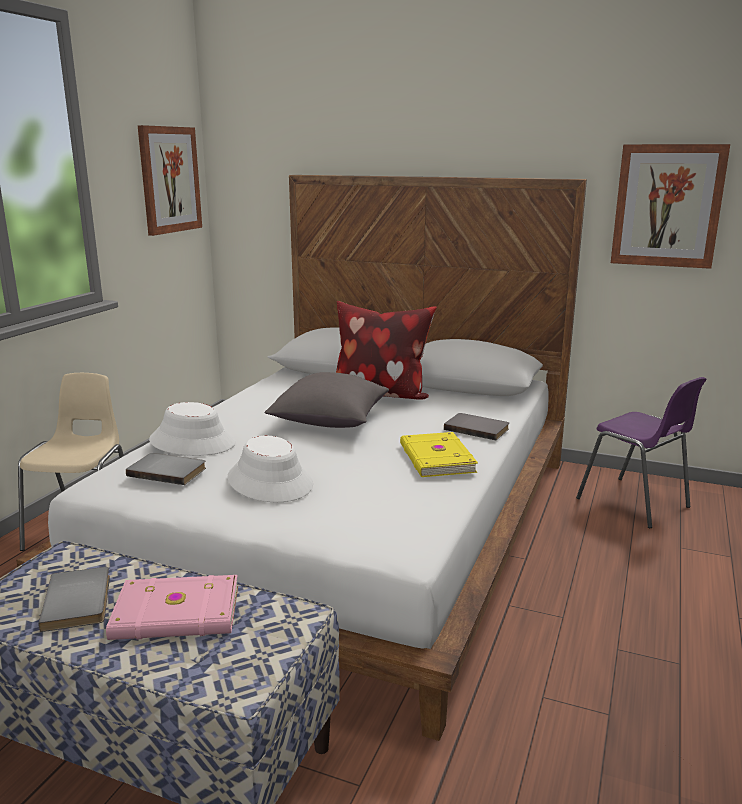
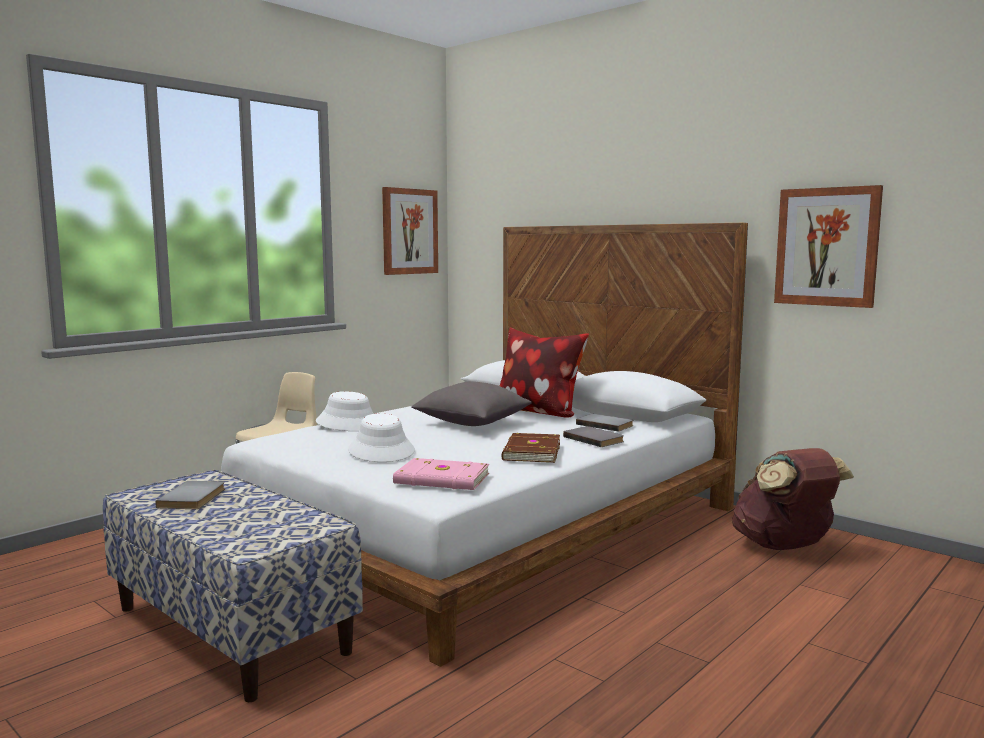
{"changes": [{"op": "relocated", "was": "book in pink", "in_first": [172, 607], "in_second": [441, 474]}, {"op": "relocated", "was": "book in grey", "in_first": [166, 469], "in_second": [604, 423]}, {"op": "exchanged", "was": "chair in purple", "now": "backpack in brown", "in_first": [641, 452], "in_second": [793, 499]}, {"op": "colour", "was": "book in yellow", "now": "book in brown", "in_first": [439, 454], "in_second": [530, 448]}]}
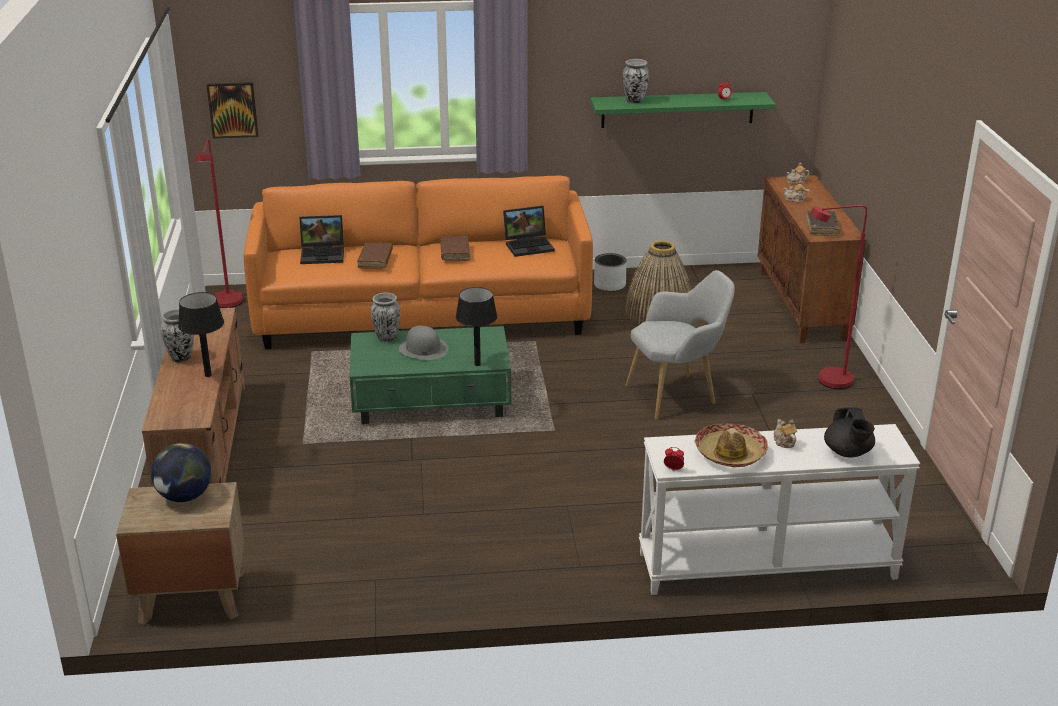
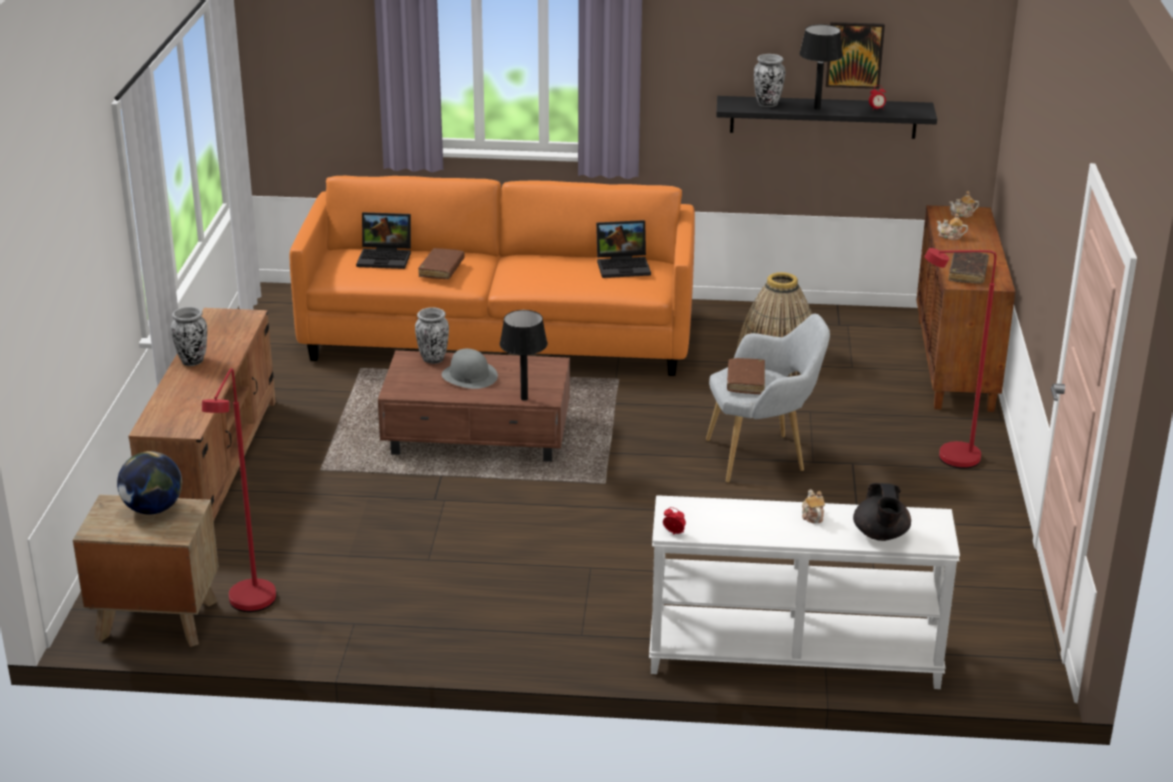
{"changes": [{"op": "missing", "was": "planter in grey", "in_first": [610, 272]}, {"op": "missing", "was": "hat", "in_first": [731, 445]}, {"op": "relocated", "was": "table lamp in black", "in_first": [201, 334], "in_second": [821, 67]}, {"op": "relocated", "was": "floor lamp in red", "in_first": [219, 223], "in_second": [239, 490]}, {"op": "relocated", "was": "picture", "in_first": [232, 110], "in_second": [855, 55]}, {"op": "relocated", "was": "book in brown", "in_first": [455, 248], "in_second": [746, 376]}, {"op": "colour", "was": "coffee table in green", "now": "coffee table in brown", "in_first": [430, 375], "in_second": [474, 406]}, {"op": "colour", "was": "shelf in green", "now": "shelf in black", "in_first": [683, 110], "in_second": [826, 117]}]}
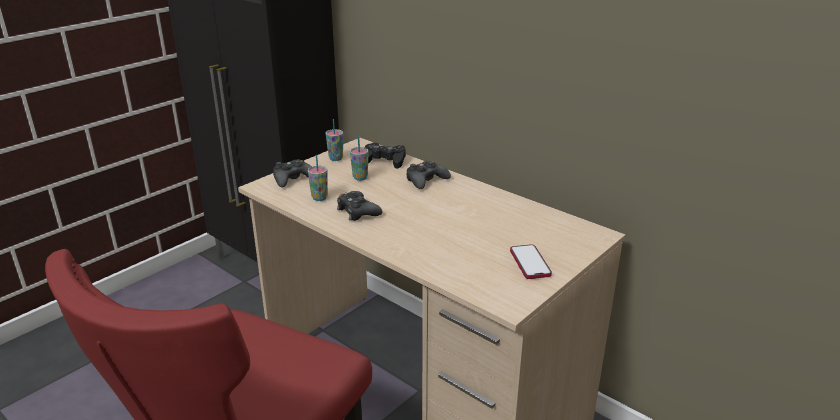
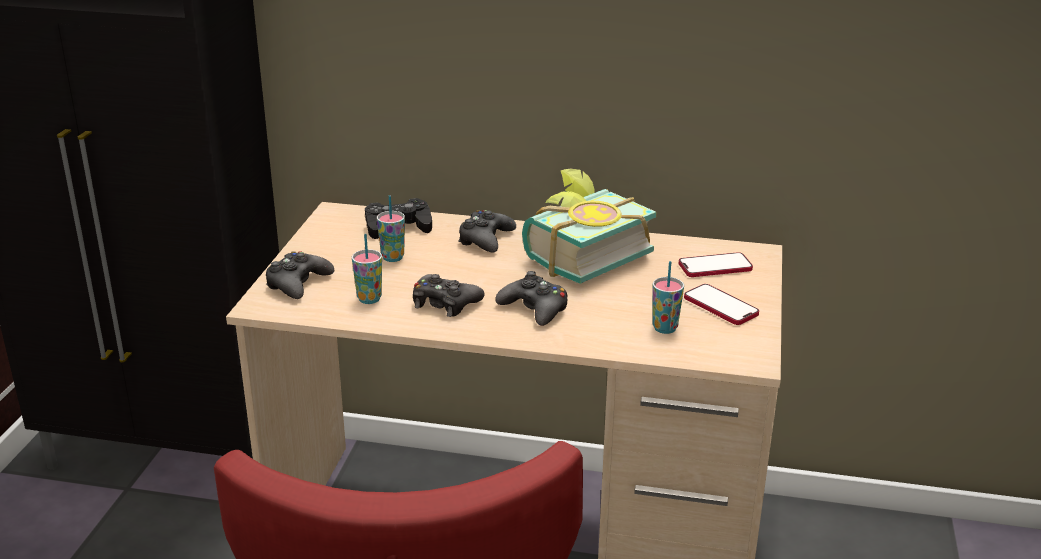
{"changes": [{"op": "appeared", "now": "game controller in black", "in_second": [531, 298]}, {"op": "appeared", "now": "book", "in_second": [589, 226]}, {"op": "appeared", "now": "phone", "in_second": [716, 264]}, {"op": "relocated", "was": "cup", "in_first": [334, 140], "in_second": [668, 297]}]}
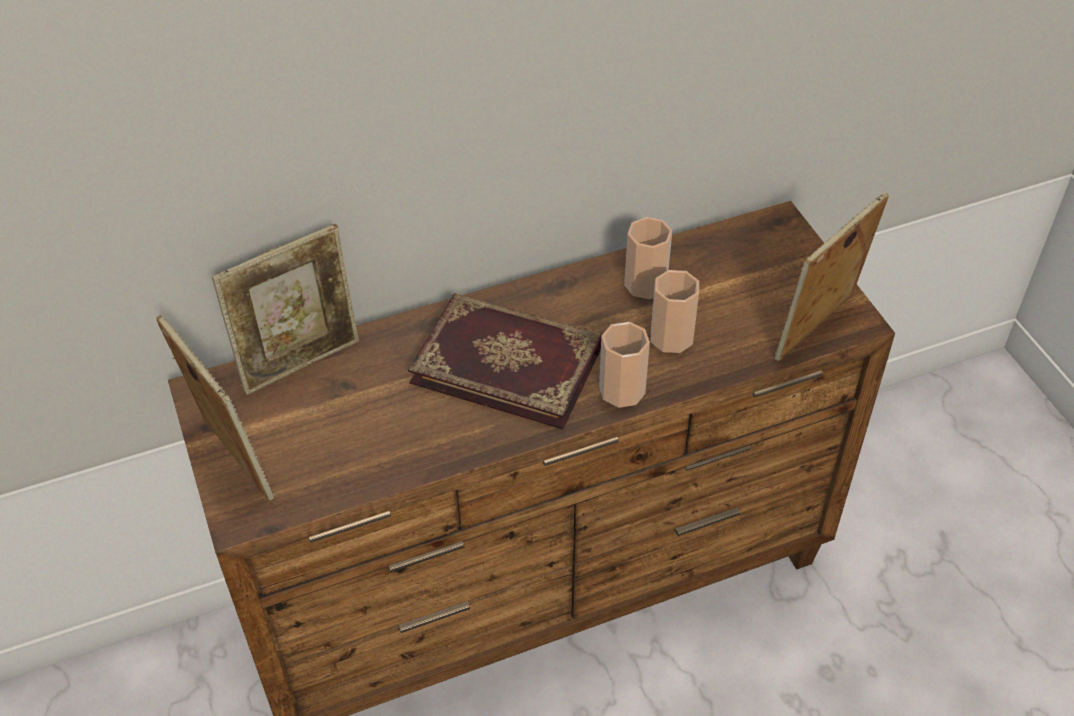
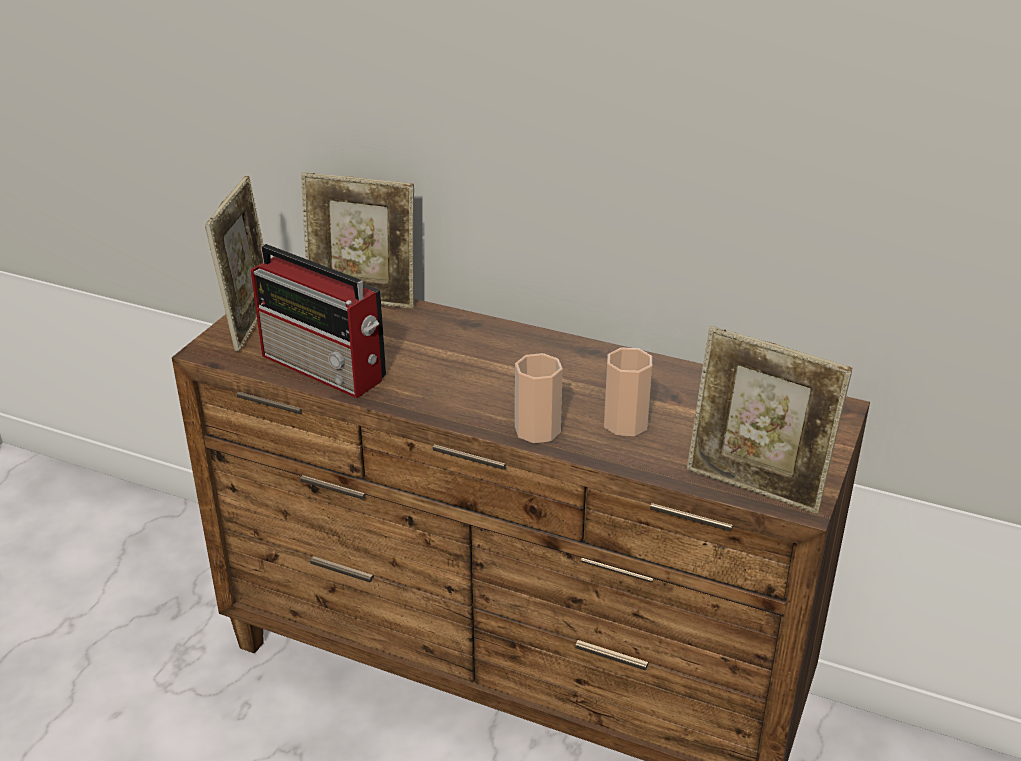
{"changes": [{"op": "missing", "was": "book", "in_first": [505, 361]}, {"op": "missing", "was": "cup", "in_first": [648, 258]}, {"op": "appeared", "now": "radio", "in_second": [318, 321]}, {"op": "spun", "was": "picture frame", "in_first": [832, 276], "in_second": [769, 420], "clockwise": -150}]}
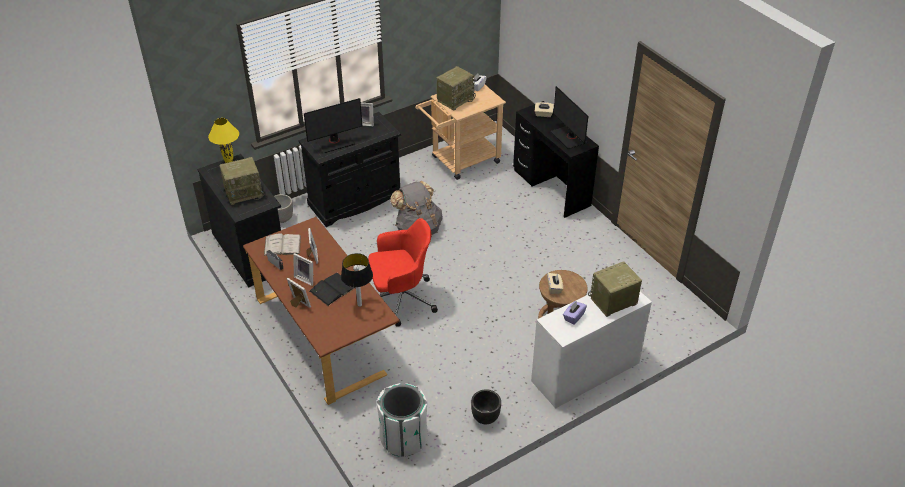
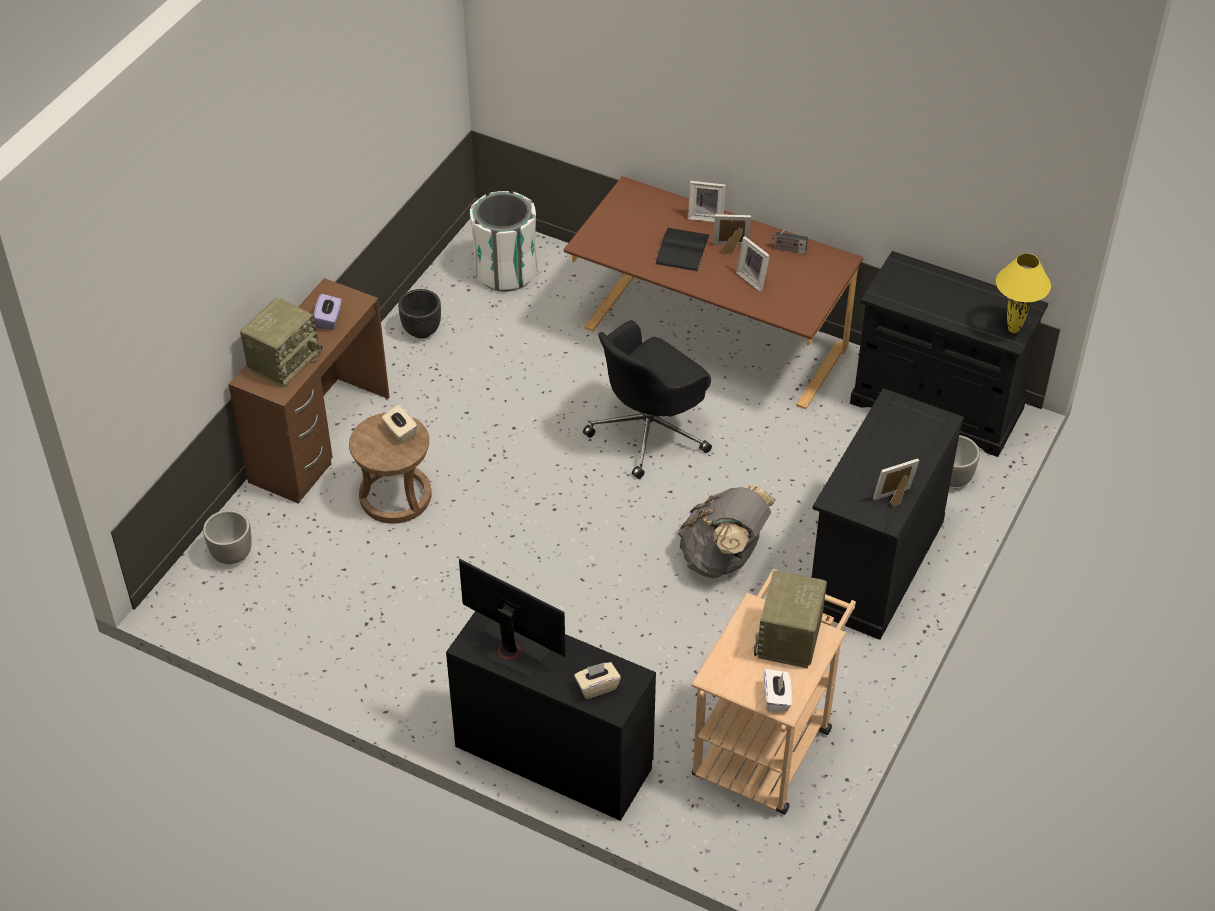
{"changes": [{"op": "missing", "was": "radio", "in_first": [241, 181]}, {"op": "missing", "was": "book in white", "in_first": [282, 244]}, {"op": "missing", "was": "monitor", "in_first": [333, 125]}, {"op": "missing", "was": "table lamp", "in_first": [357, 280]}, {"op": "appeared", "now": "planter", "in_second": [227, 537]}, {"op": "colour", "was": "office chair in red", "now": "office chair in black", "in_first": [403, 272], "in_second": [647, 399]}, {"op": "colour", "was": "desk in white", "now": "desk in brown", "in_first": [591, 350], "in_second": [309, 391]}]}
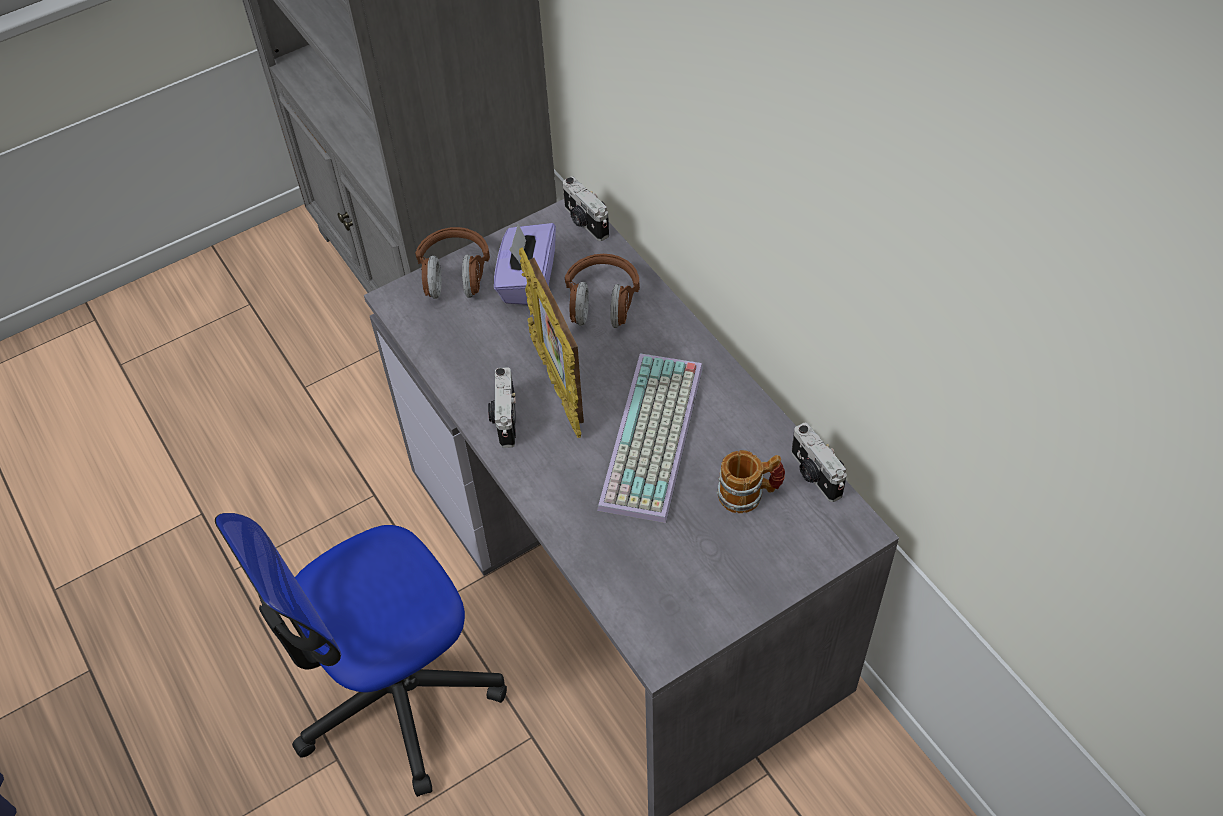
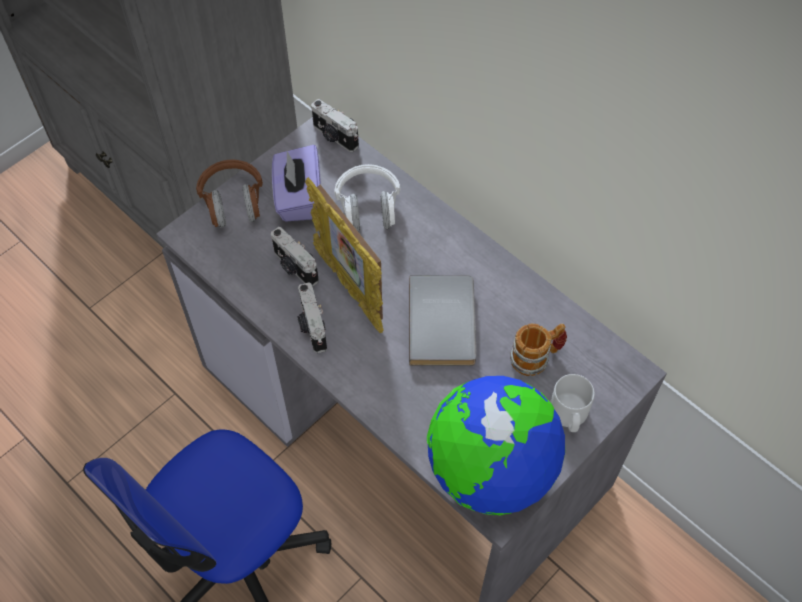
{"changes": [{"op": "appeared", "now": "globe", "in_second": [496, 446]}, {"op": "appeared", "now": "mug in grey", "in_second": [572, 403]}, {"op": "relocated", "was": "photo camera", "in_first": [819, 462], "in_second": [295, 257]}, {"op": "exchanged", "was": "keyboard", "now": "book in grey", "in_first": [650, 438], "in_second": [442, 320]}, {"op": "colour", "was": "headphones in brown", "now": "headphones in white", "in_first": [602, 291], "in_second": [367, 197]}]}
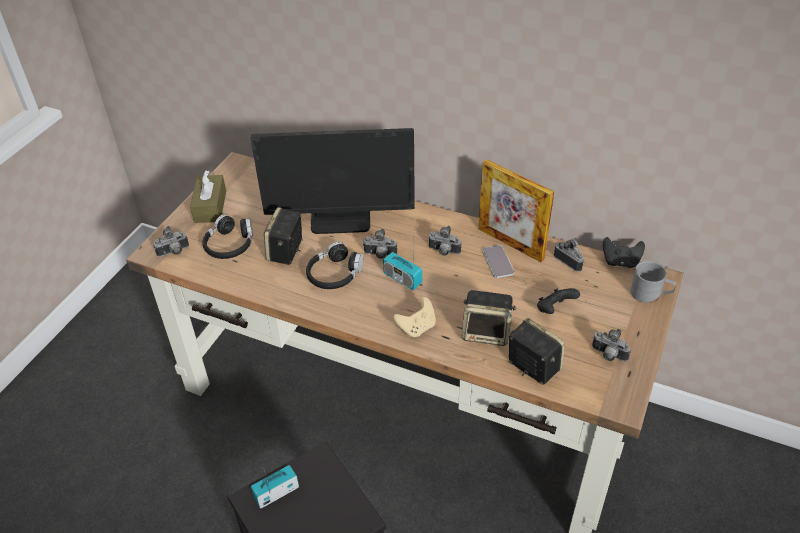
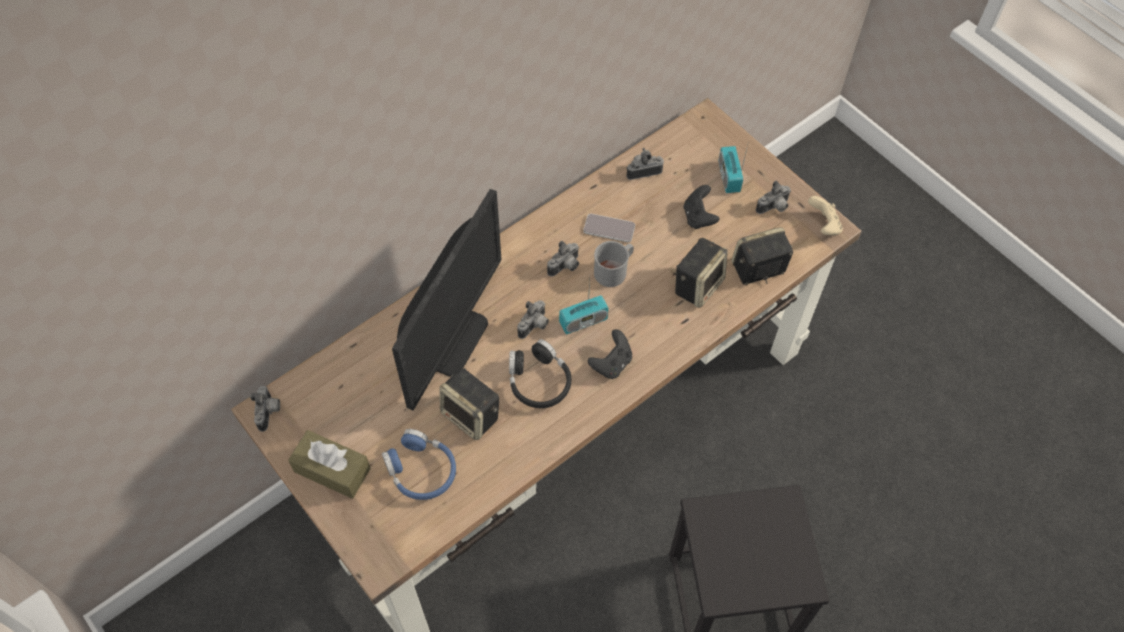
{"changes": [{"op": "missing", "was": "picture frame", "in_first": [516, 210]}, {"op": "relocated", "was": "photo camera", "in_first": [171, 241], "in_second": [265, 409]}, {"op": "relocated", "was": "radio", "in_first": [275, 486], "in_second": [733, 169]}, {"op": "relocated", "was": "game controller in beige", "in_first": [414, 317], "in_second": [825, 215]}, {"op": "relocated", "was": "game controller in black", "in_first": [624, 252], "in_second": [610, 354]}, {"op": "relocated", "was": "mug in grey", "in_first": [653, 282], "in_second": [614, 264]}, {"op": "colour", "was": "headphones in black", "now": "headphones in blue", "in_first": [227, 236], "in_second": [419, 464]}]}
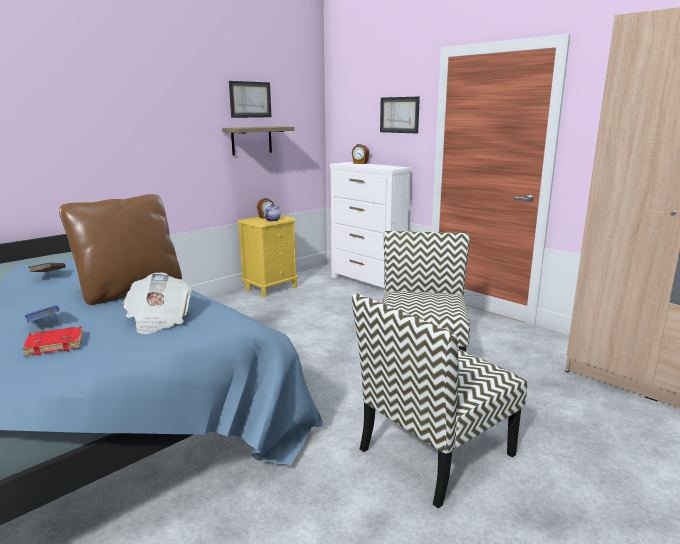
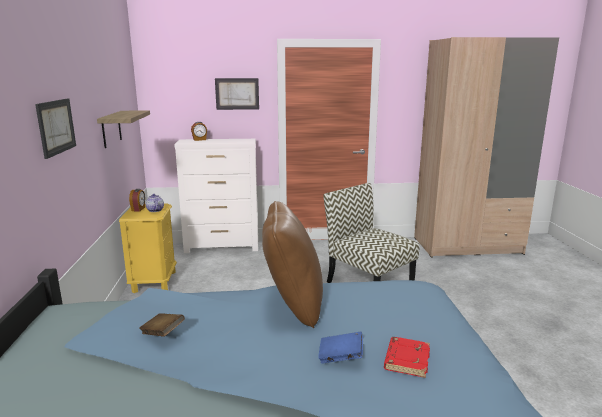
{"changes": [{"op": "missing", "was": "newspaper", "in_first": [157, 303]}, {"op": "missing", "was": "chair", "in_first": [439, 401]}, {"op": "relocated", "was": "picture", "in_first": [250, 99], "in_second": [55, 128]}]}
